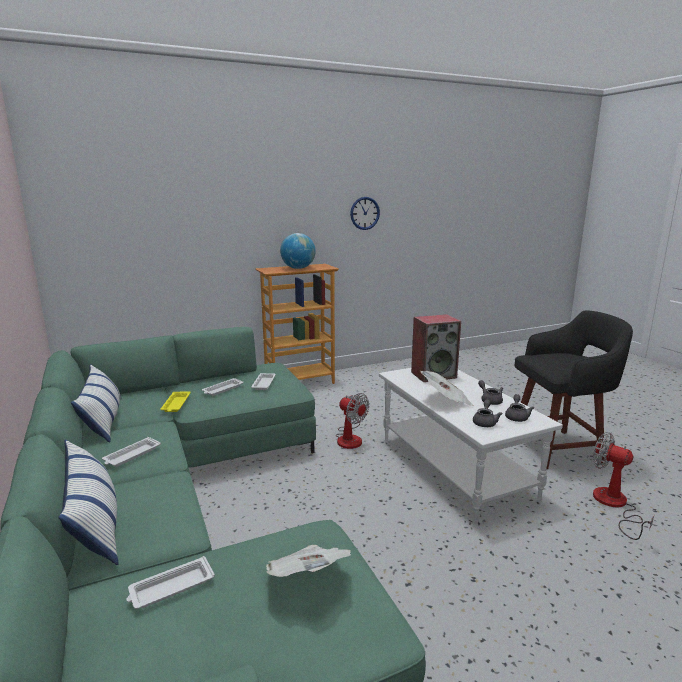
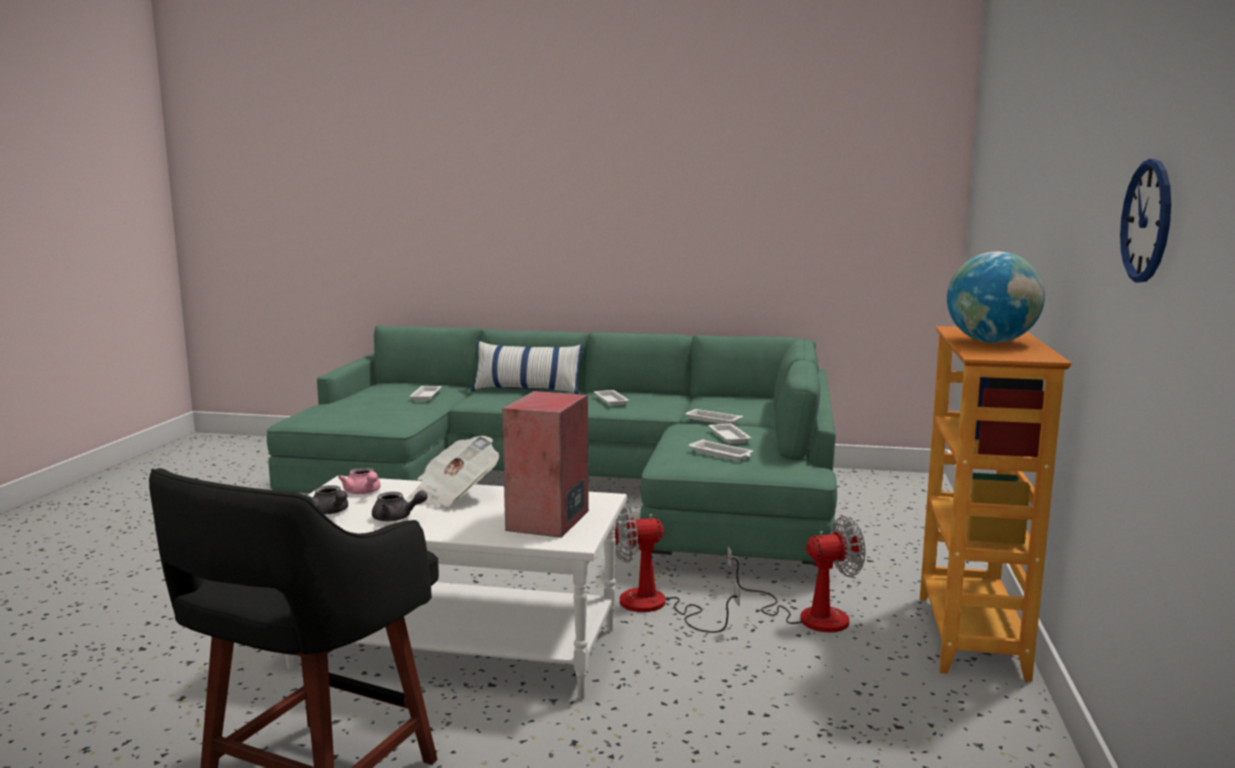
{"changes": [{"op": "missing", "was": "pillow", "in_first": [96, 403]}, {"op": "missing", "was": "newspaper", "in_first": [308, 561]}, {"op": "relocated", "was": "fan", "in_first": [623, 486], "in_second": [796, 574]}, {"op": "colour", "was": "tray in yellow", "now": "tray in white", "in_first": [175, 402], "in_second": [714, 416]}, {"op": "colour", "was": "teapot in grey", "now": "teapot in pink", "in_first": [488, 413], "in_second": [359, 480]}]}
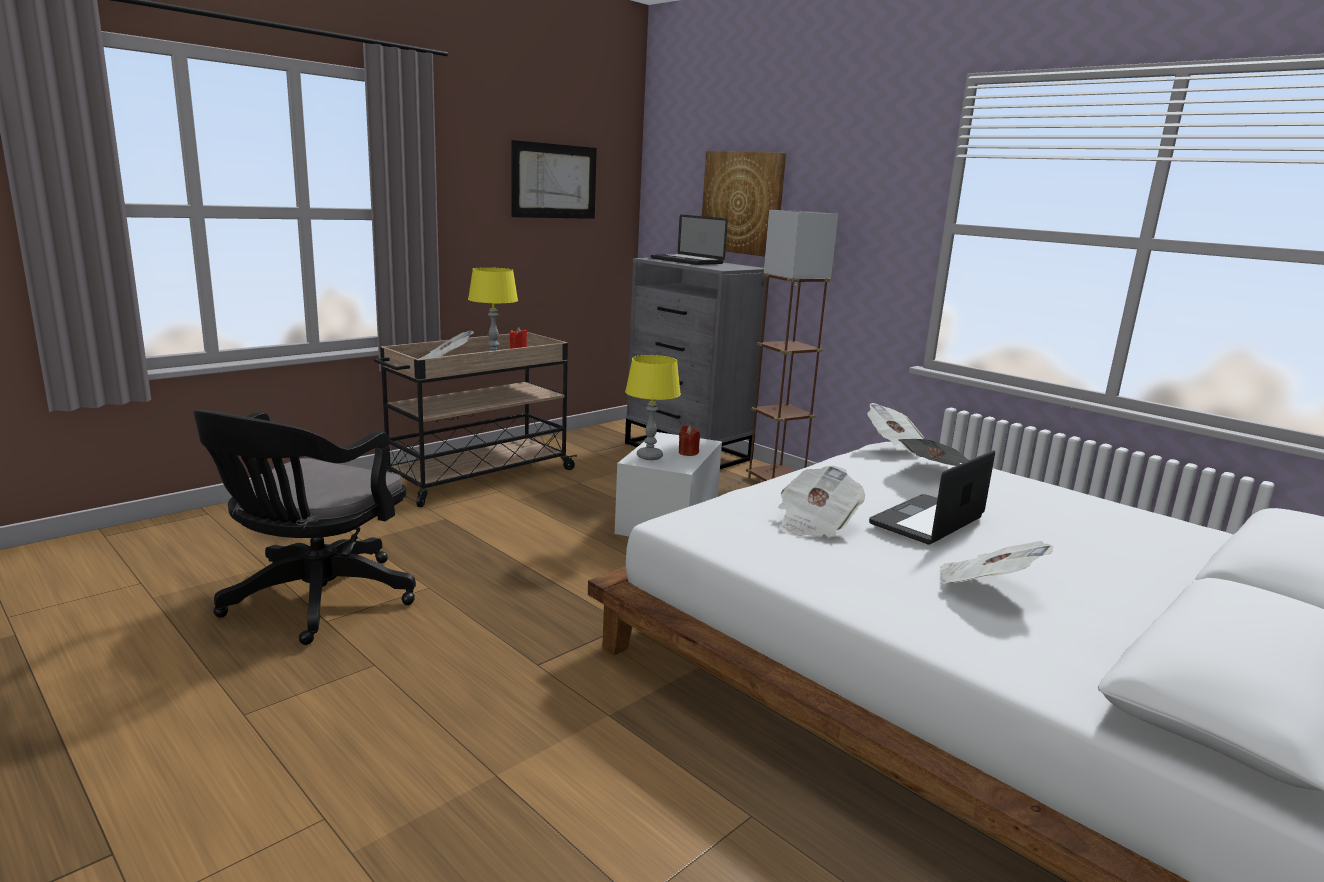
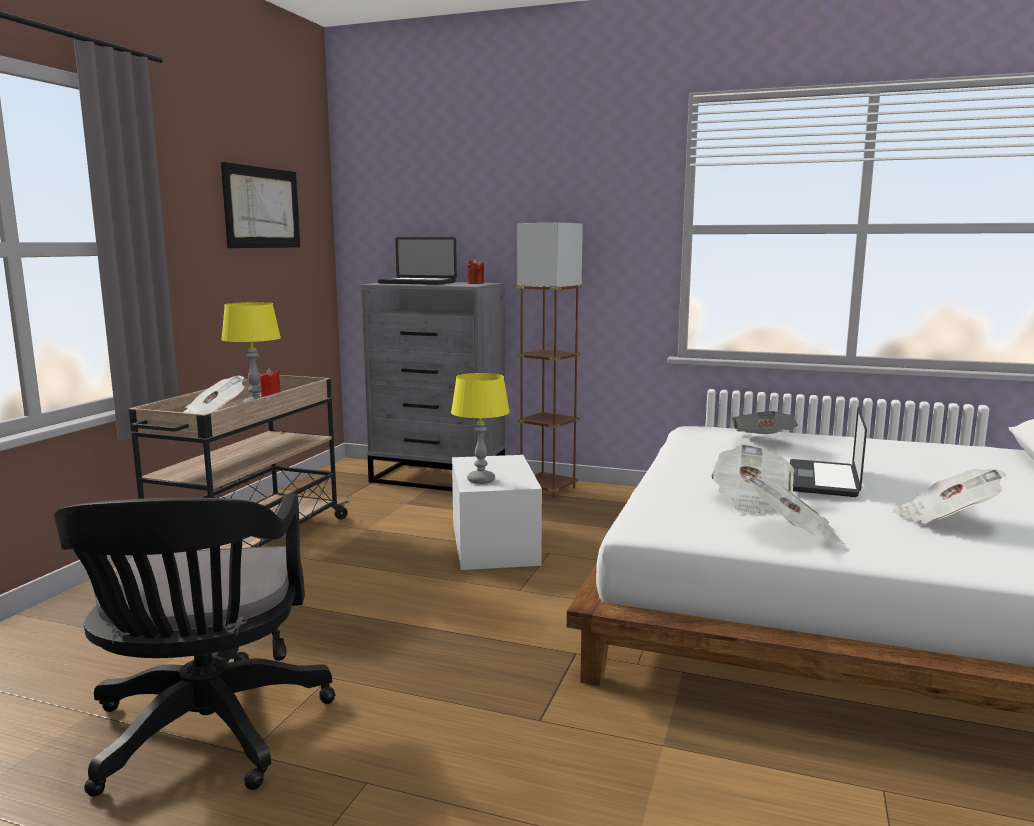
{"changes": [{"op": "missing", "was": "picture", "in_first": [744, 204]}, {"op": "relocated", "was": "candle in red", "in_first": [689, 440], "in_second": [475, 271]}, {"op": "relocated", "was": "newspaper", "in_first": [895, 429], "in_second": [795, 510]}]}
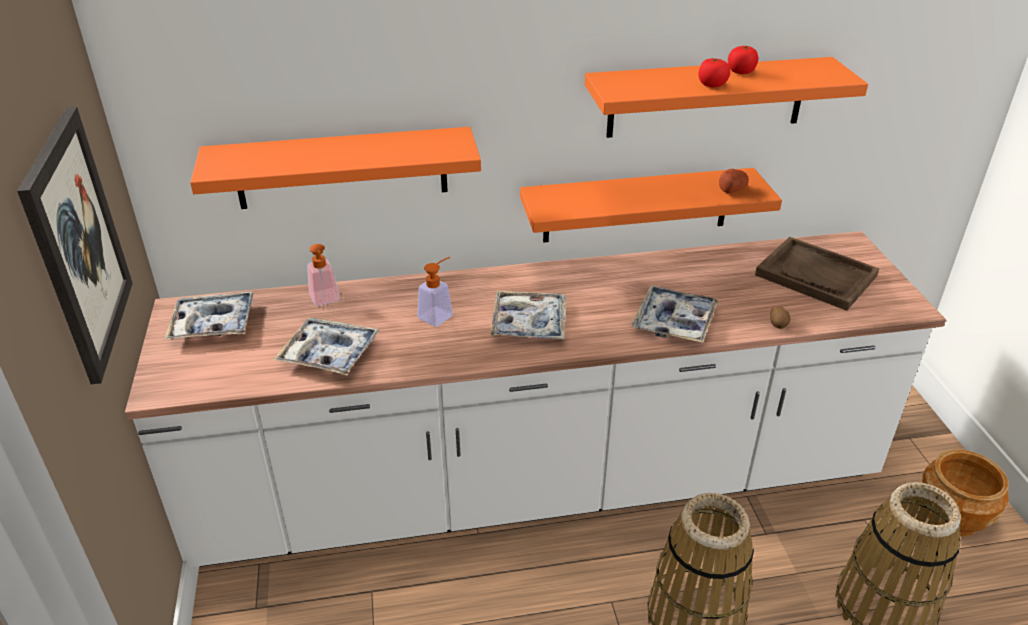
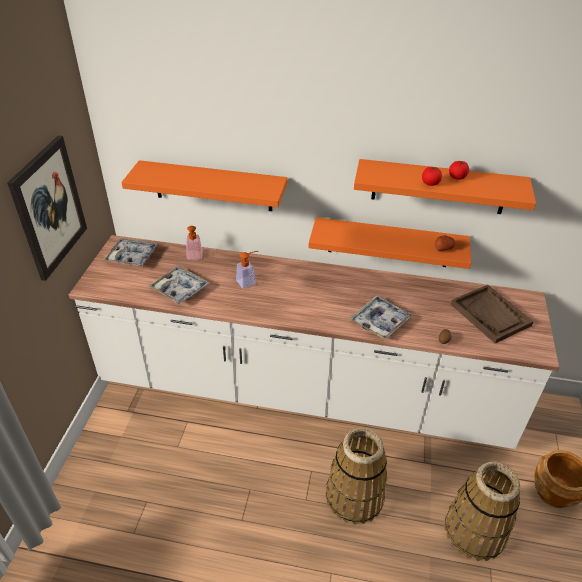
{"changes": [{"op": "missing", "was": "tray", "in_first": [528, 315]}]}
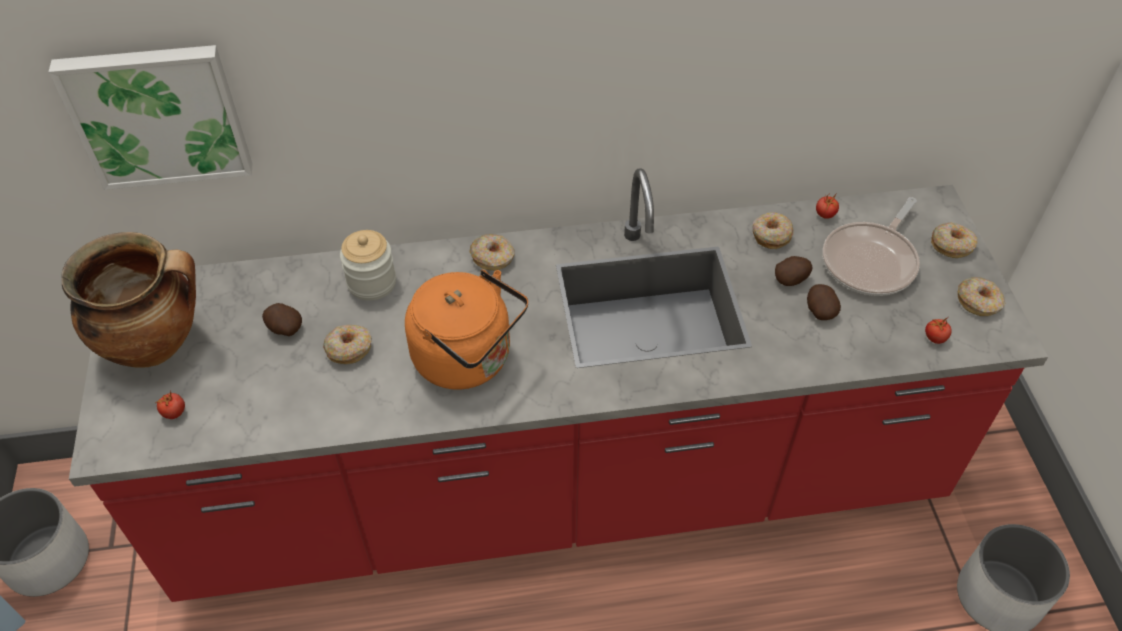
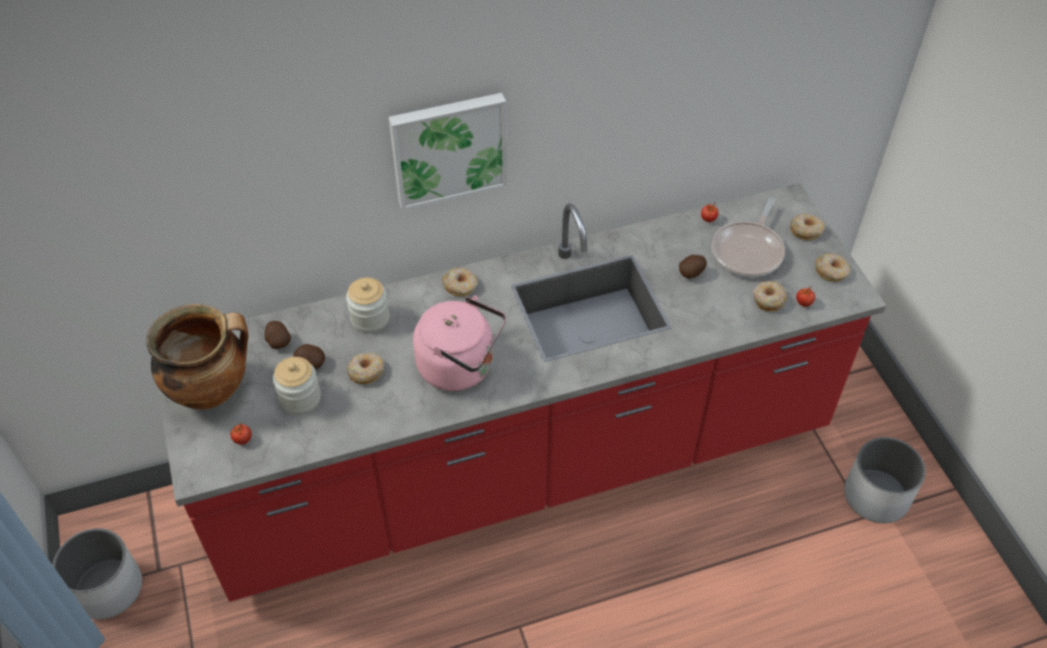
{"changes": [{"op": "appeared", "now": "jar", "in_second": [297, 386]}, {"op": "relocated", "was": "picture", "in_first": [151, 117], "in_second": [447, 152]}, {"op": "relocated", "was": "donut", "in_first": [773, 230], "in_second": [770, 296]}, {"op": "relocated", "was": "potato", "in_first": [824, 302], "in_second": [277, 335]}, {"op": "colour", "was": "kettle in orange", "now": "kettle in pink", "in_first": [466, 330], "in_second": [459, 343]}]}
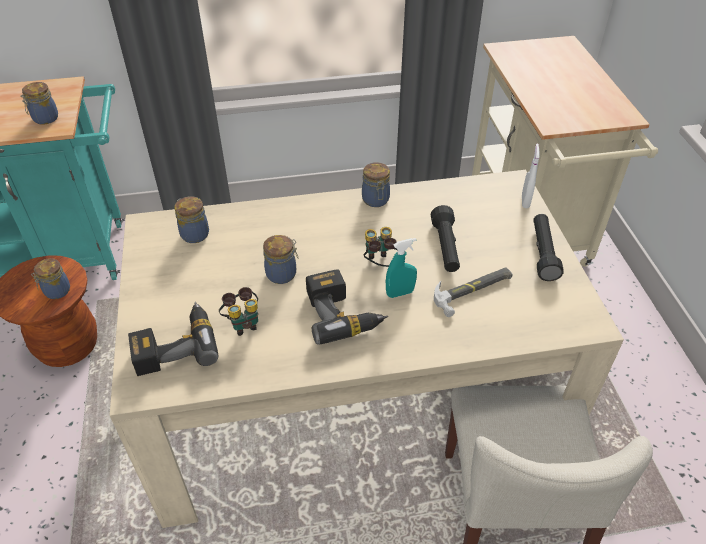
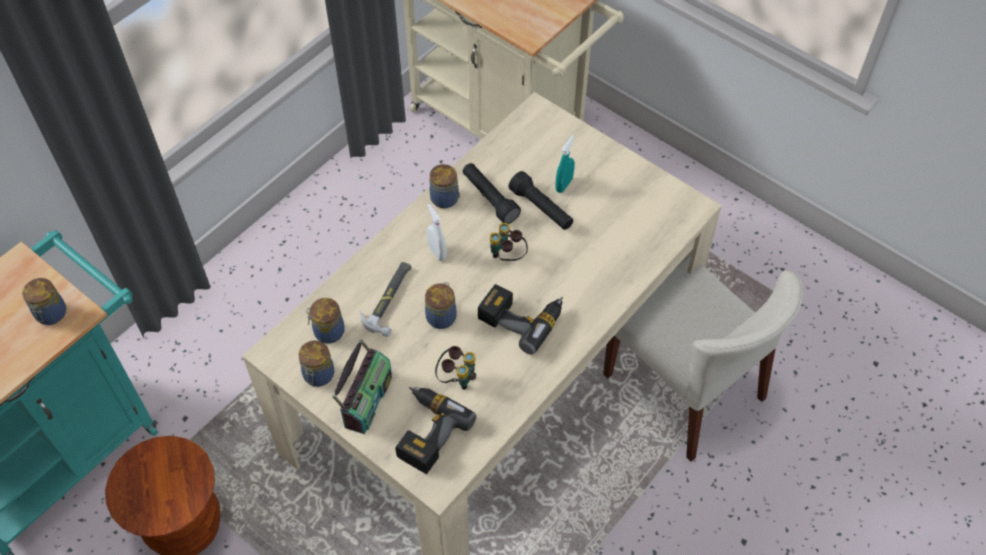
{"changes": [{"op": "appeared", "now": "radio", "in_second": [362, 386]}, {"op": "relocated", "was": "jar", "in_first": [50, 278], "in_second": [316, 363]}, {"op": "relocated", "was": "spray bottle in turquoise", "in_first": [401, 268], "in_second": [565, 164]}, {"op": "relocated", "was": "hammer", "in_first": [473, 292], "in_second": [386, 299]}, {"op": "relocated", "was": "spray bottle in white", "in_first": [531, 176], "in_second": [436, 232]}, {"op": "relocated", "was": "flashlight in black", "in_first": [549, 247], "in_second": [491, 193]}]}
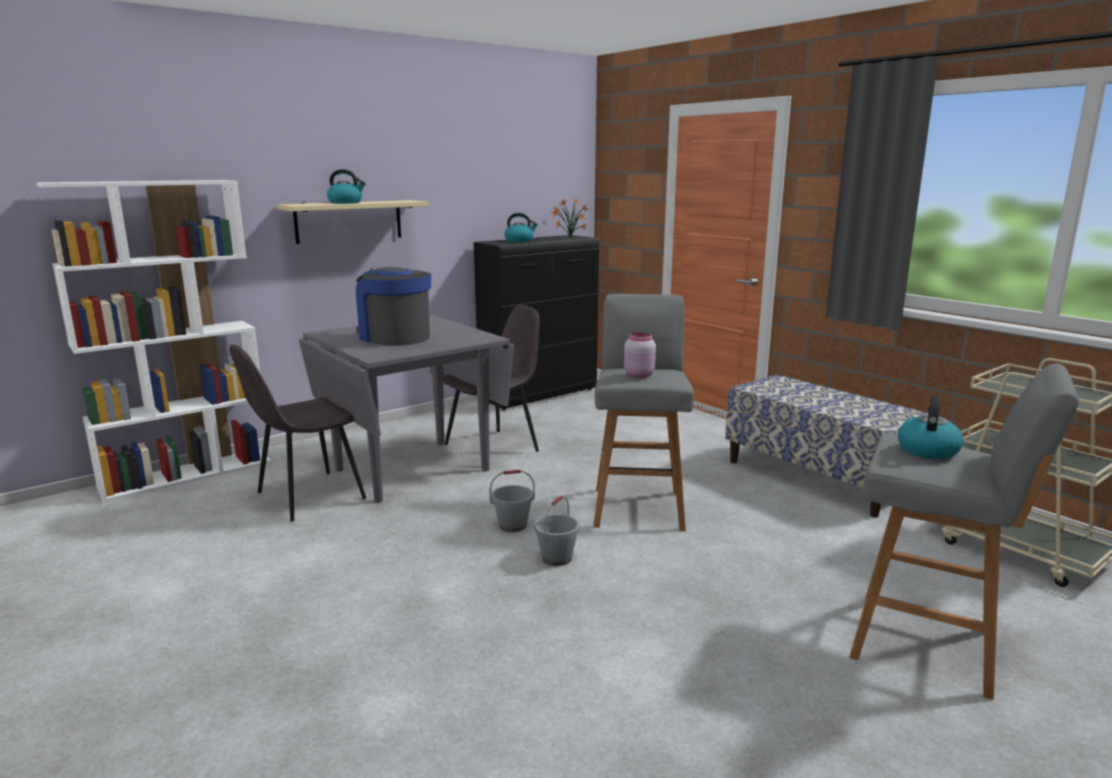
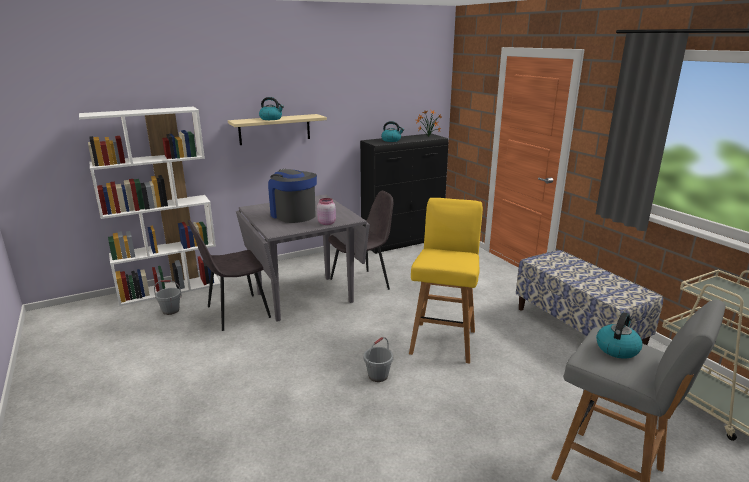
{"changes": [{"op": "relocated", "was": "bucket in grey", "in_first": [512, 501], "in_second": [168, 297]}, {"op": "relocated", "was": "jar in pink", "in_first": [640, 355], "in_second": [326, 211]}, {"op": "colour", "was": "stool in grey", "now": "stool in yellow", "in_first": [643, 412], "in_second": [446, 281]}]}
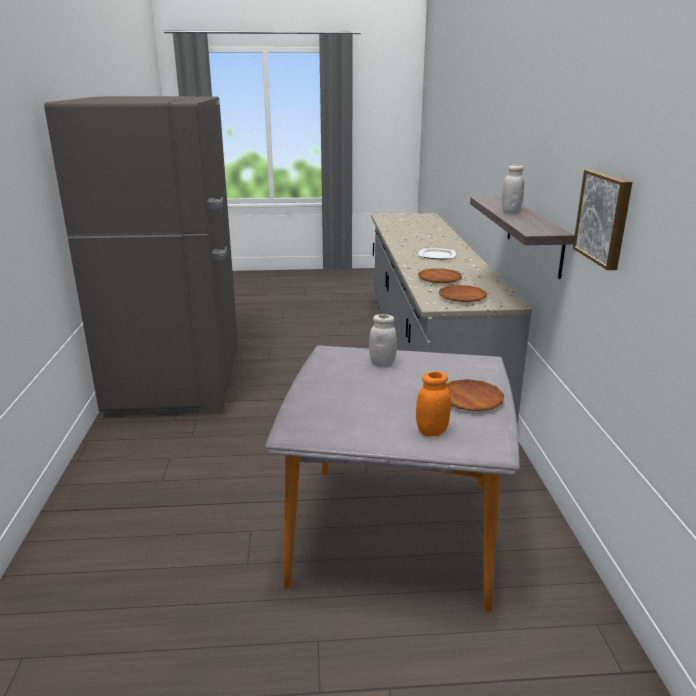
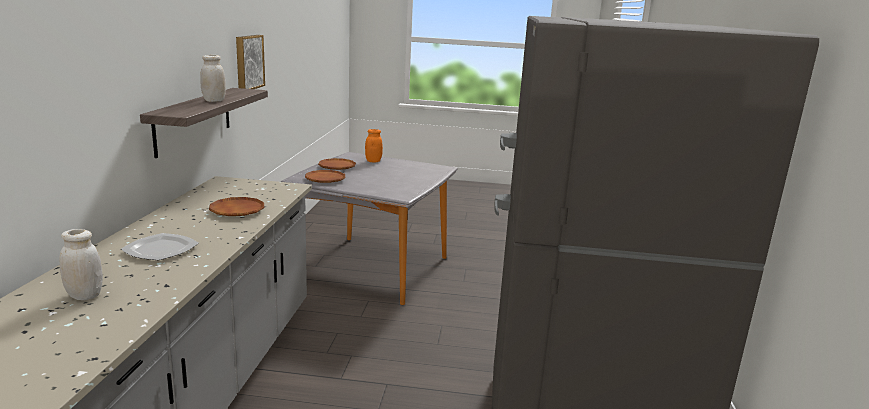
{"changes": [{"op": "relocated", "was": "jar in white", "in_first": [383, 340], "in_second": [81, 264]}, {"op": "relocated", "was": "plate in brown", "in_first": [463, 293], "in_second": [325, 176]}]}
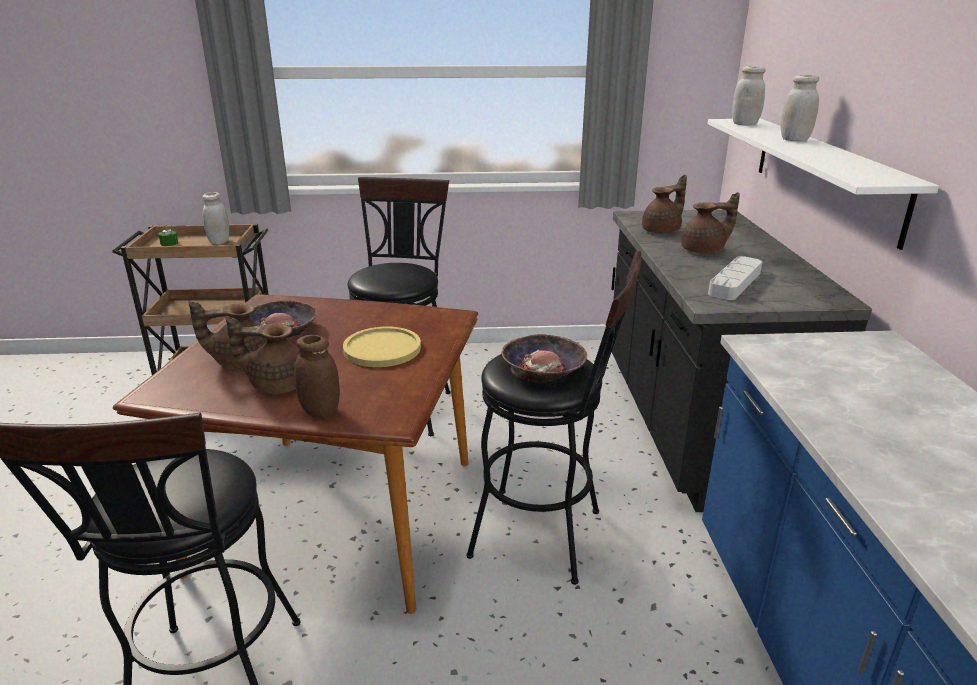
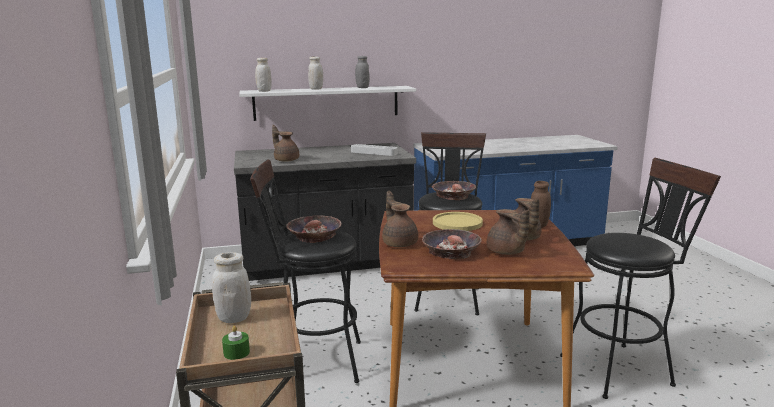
{"changes": [{"op": "appeared", "now": "bowl", "in_second": [314, 229]}, {"op": "appeared", "now": "jar in grey", "in_second": [362, 72]}, {"op": "relocated", "was": "teapot in brown", "in_first": [710, 222], "in_second": [400, 219]}]}
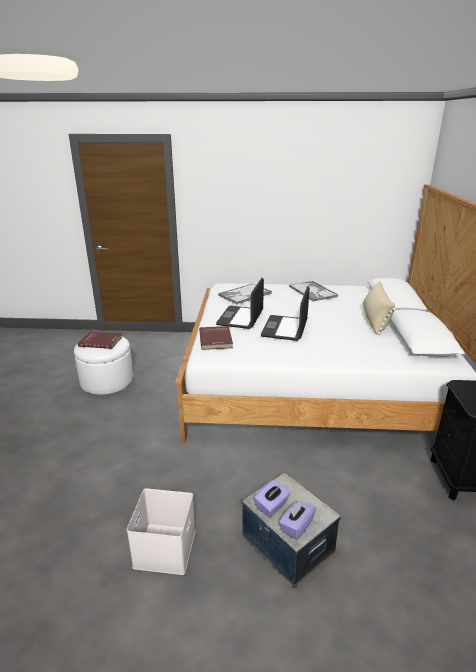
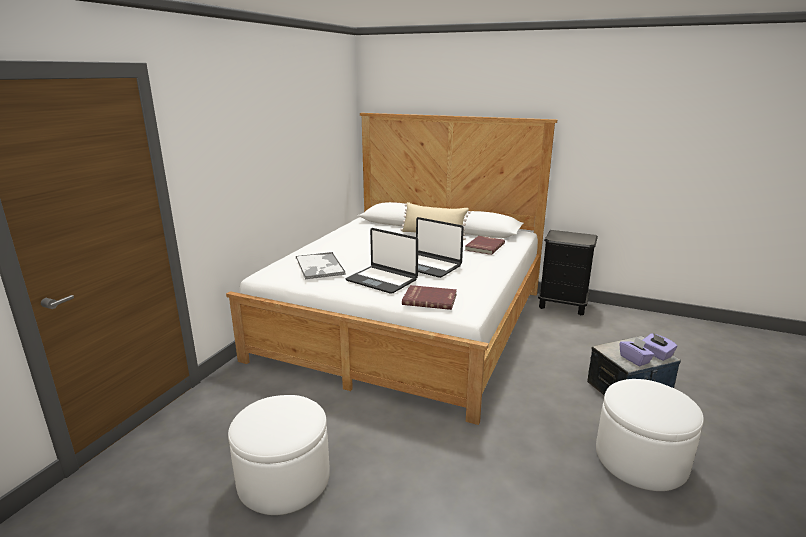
{"changes": [{"op": "missing", "was": "tray", "in_first": [313, 291]}, {"op": "relocated", "was": "book in red", "in_first": [100, 340], "in_second": [485, 245]}, {"op": "exchanged", "was": "storage box in white", "now": "ottoman in white", "in_first": [161, 531], "in_second": [650, 435]}]}
